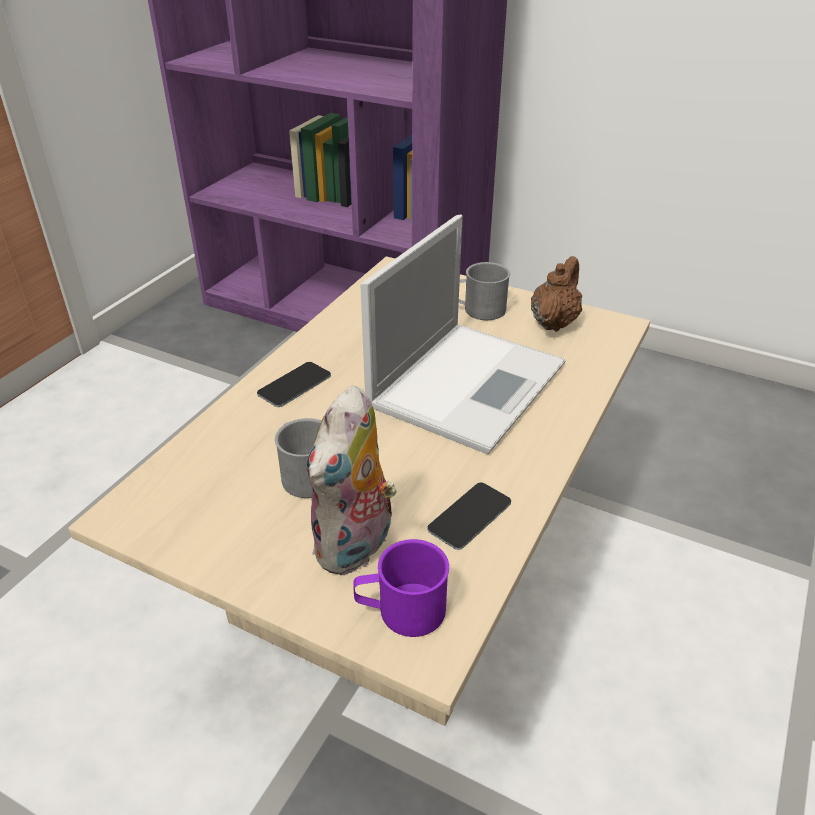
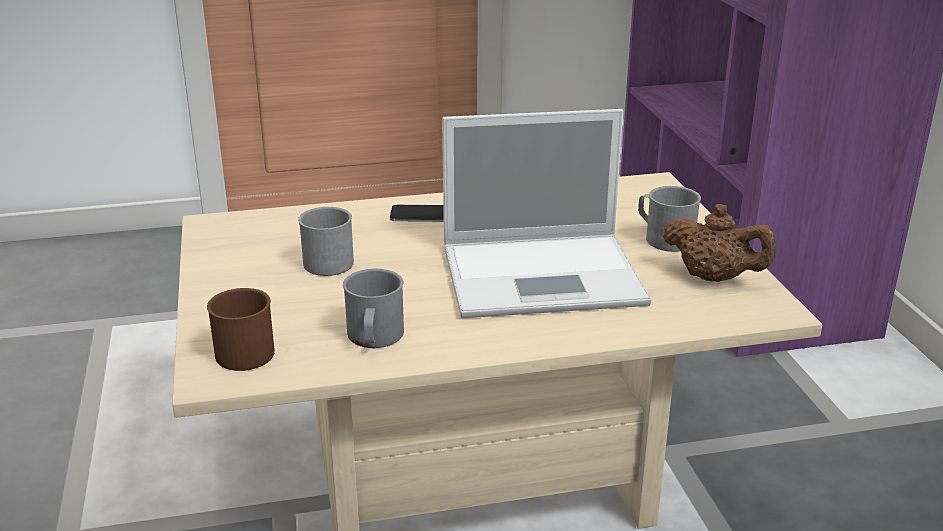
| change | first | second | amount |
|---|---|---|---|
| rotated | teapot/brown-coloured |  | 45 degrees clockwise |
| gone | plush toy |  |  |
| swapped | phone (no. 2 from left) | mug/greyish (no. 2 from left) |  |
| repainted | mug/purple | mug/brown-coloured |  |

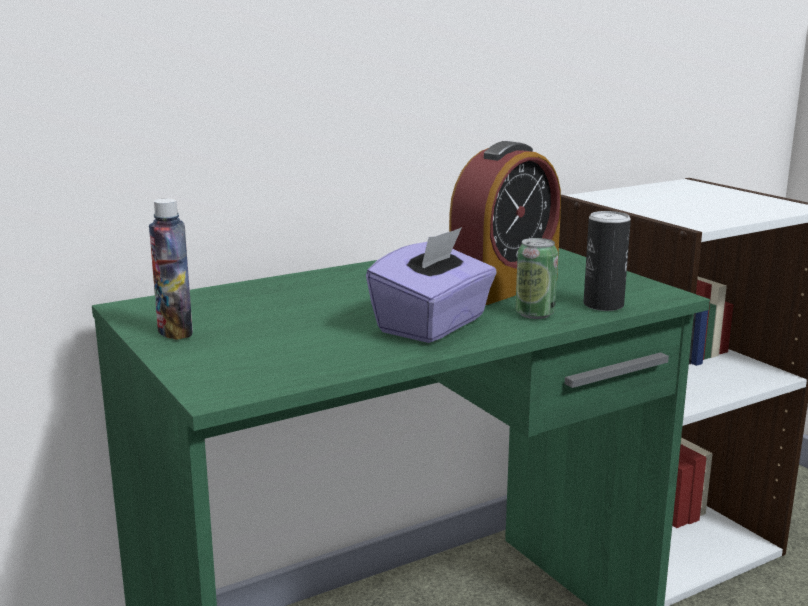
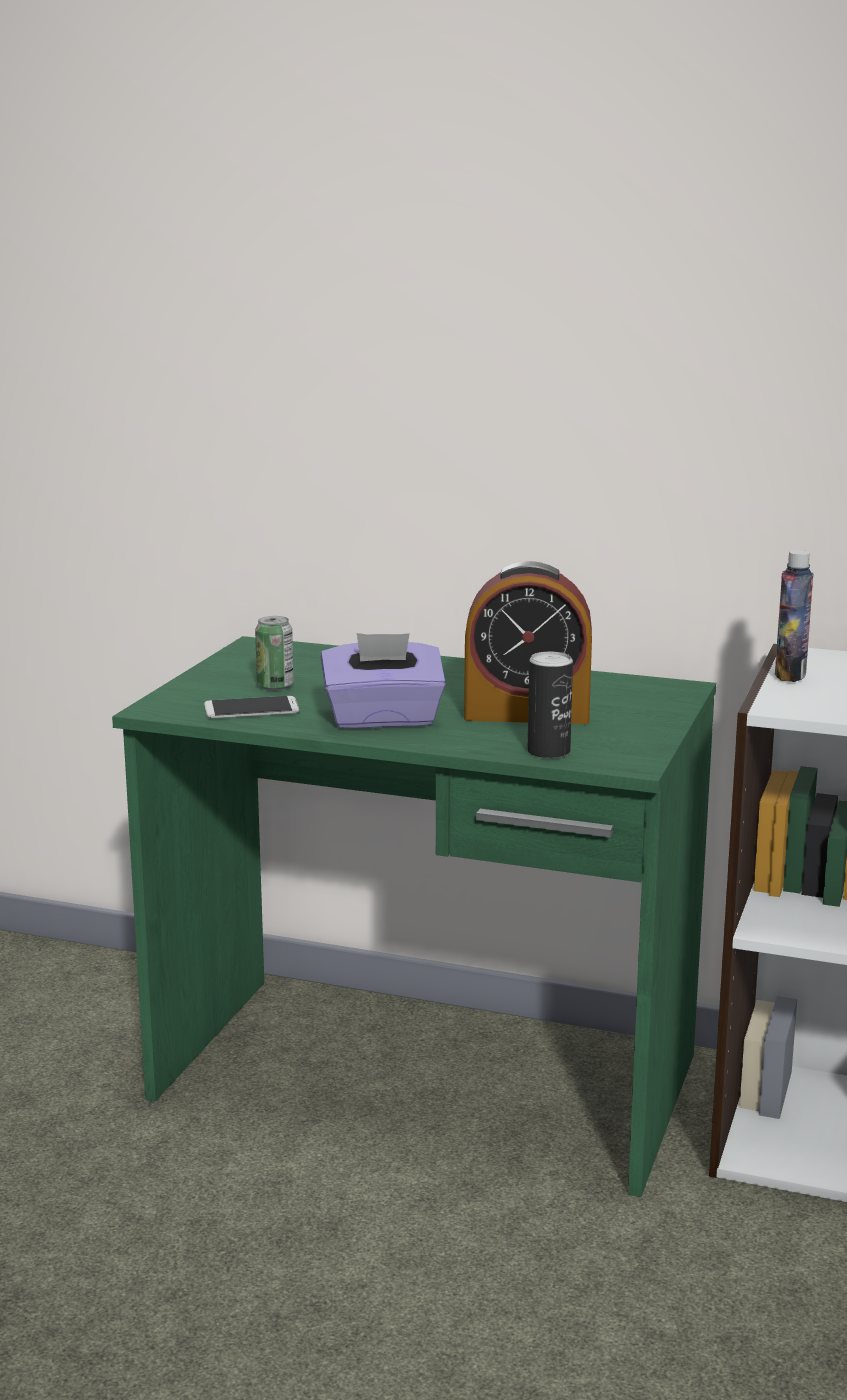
| change | first | second | amount |
|---|---|---|---|
| shifted | beverage bottle |  |  |
| shifted | sealed can (no. 1 from left) |  |  |
| new |  | phone |  |

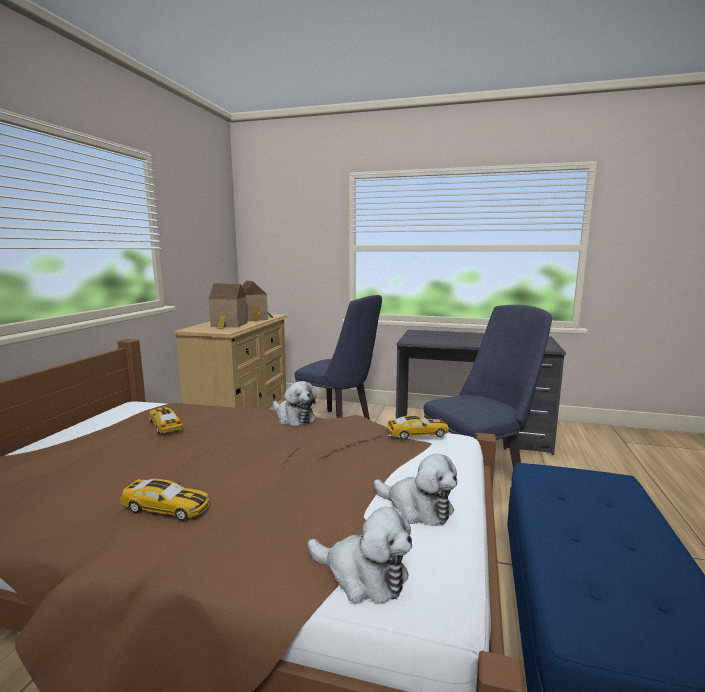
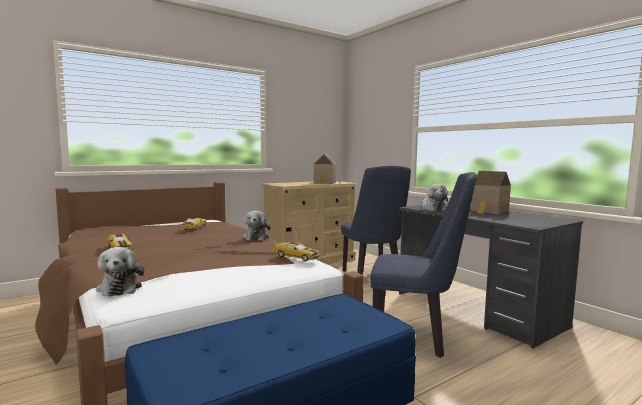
| change | first | second | amount |
|---|---|---|---|
| shifted | model house (no. 1 from left in the first image) | model house (no. 2 from left) |  |
| shifted | plush toy (no. 3 from left) |  |  |

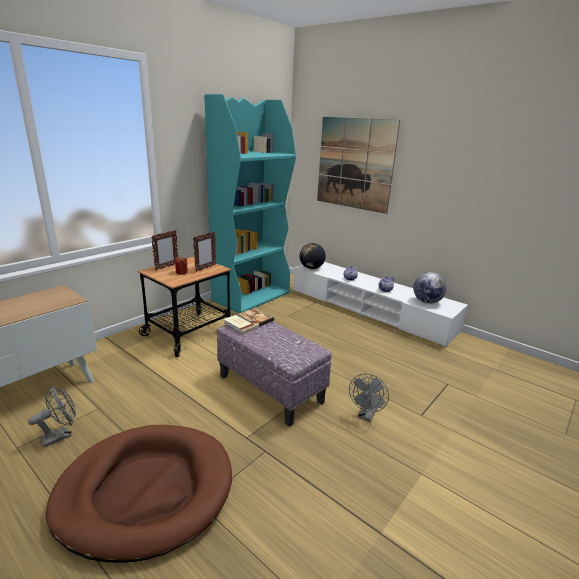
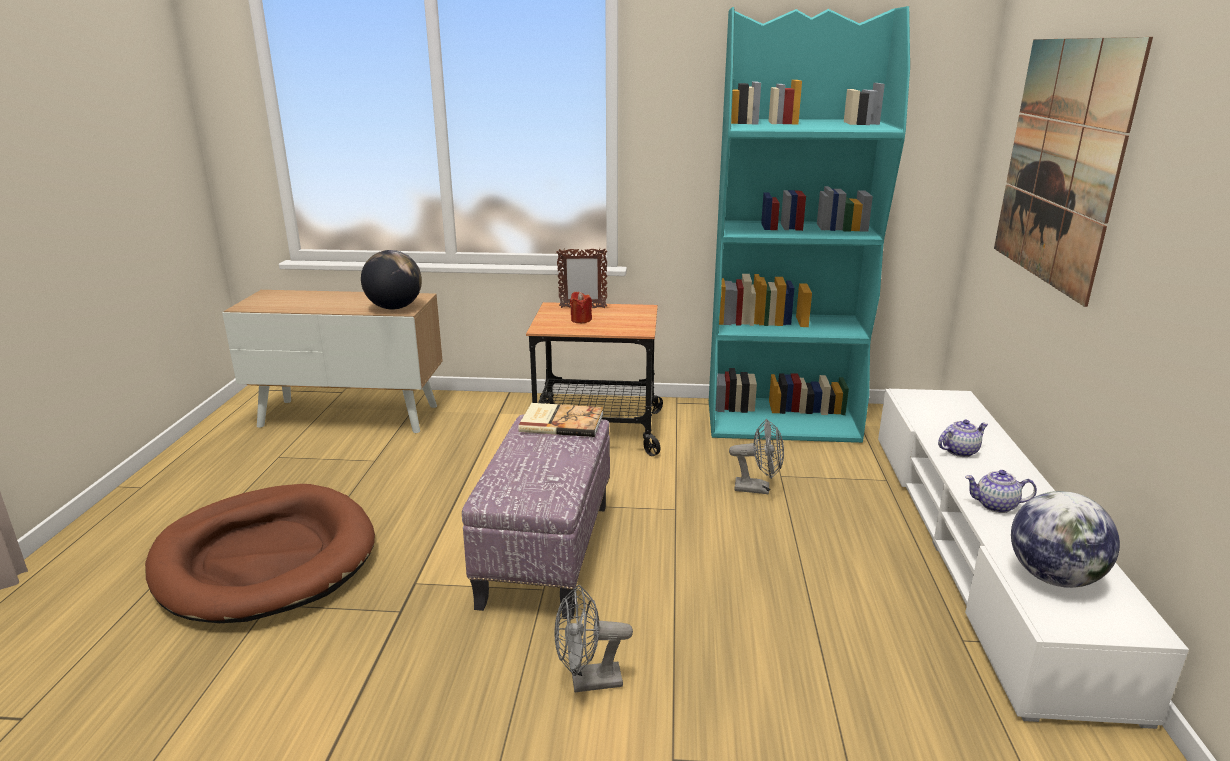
| change | first | second | amount |
|---|---|---|---|
| gone | picture frame (no. 2 from left) |  |  |
| shifted | world globe (no. 1 from left) |  |  |
| shifted | electric fan/greyish (no. 1 from left in the first image) | electric fan/greyish (no. 2 from left) |  |

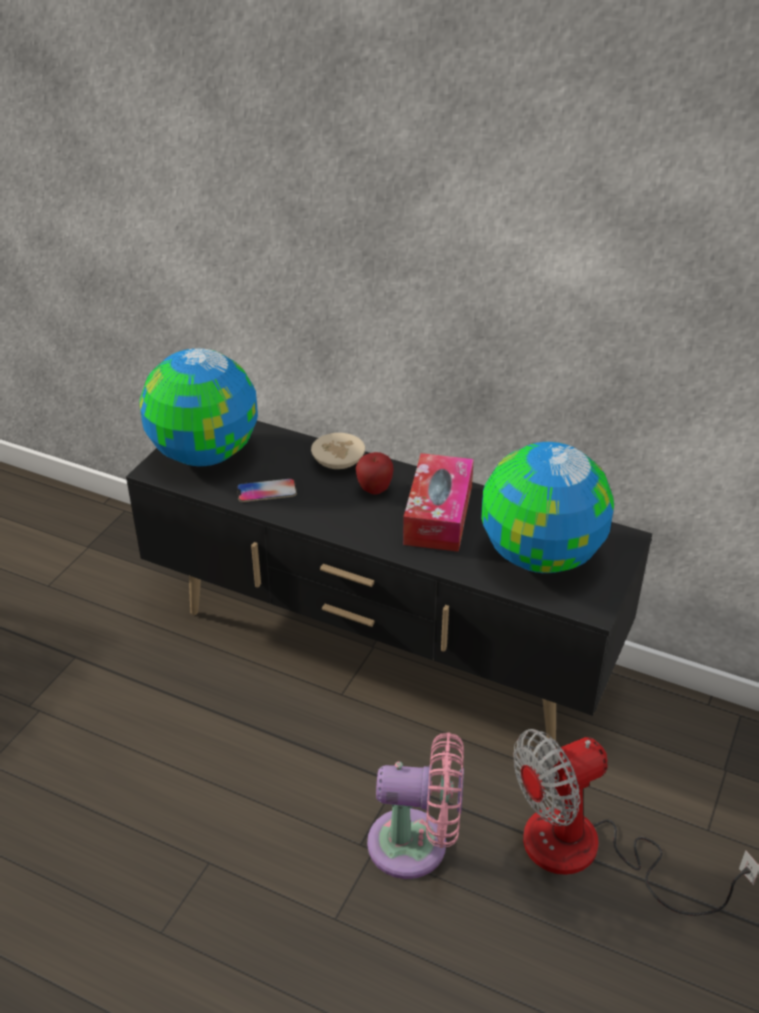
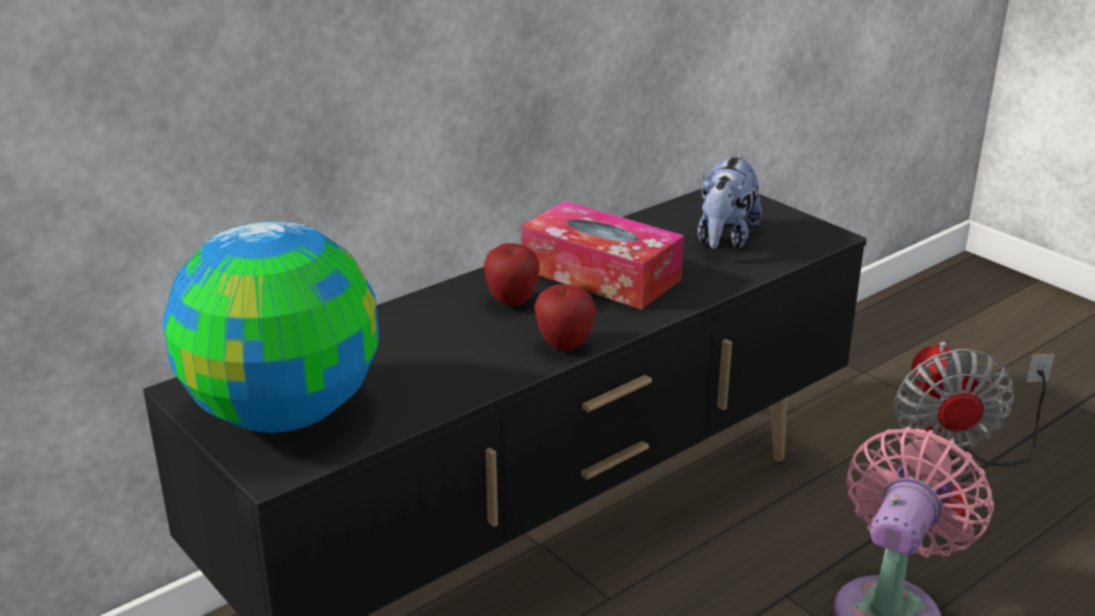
| change | first | second | amount |
|---|---|---|---|
| gone | serving bowl/sand-coloured |  |  |
| swapped | world globe (no. 2 from left) | plush toy |  |
| gone | phone |  |  |
| new |  | apple (no. 2 from left) |  |

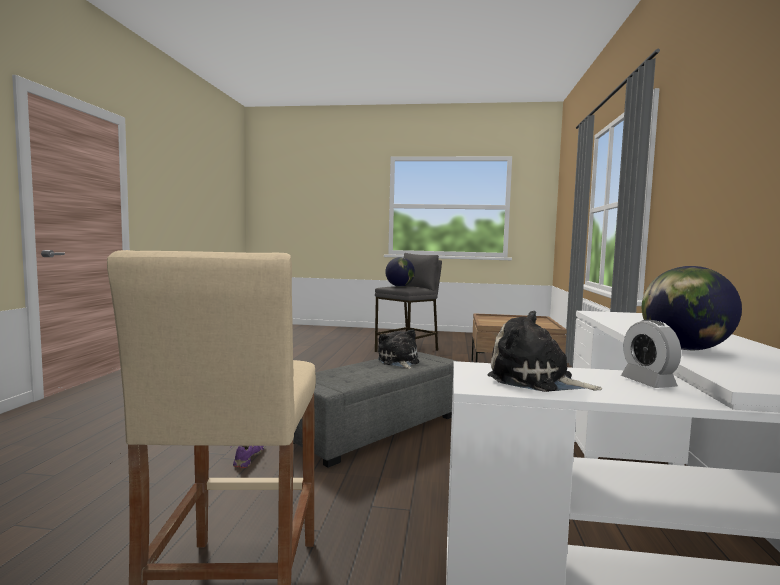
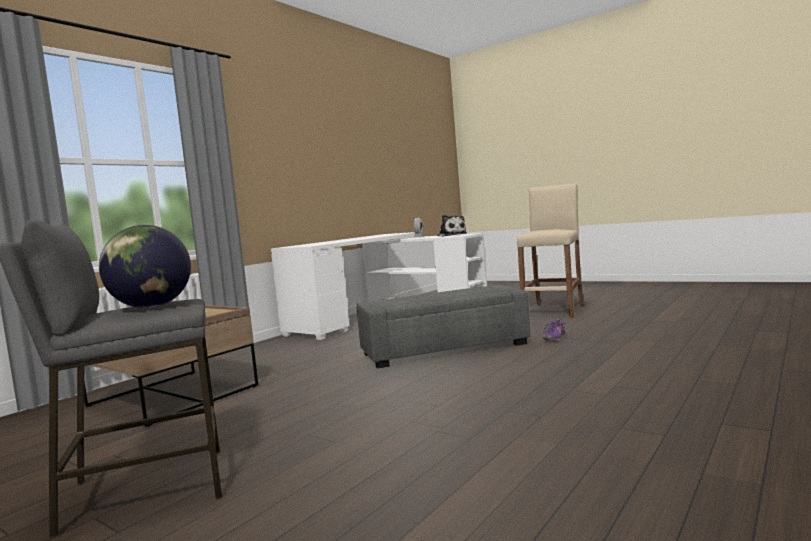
| change | first | second | amount |
|---|---|---|---|
| gone | world globe (no. 2 from left) |  |  |
| gone | plush toy (no. 1 from left) |  |  |

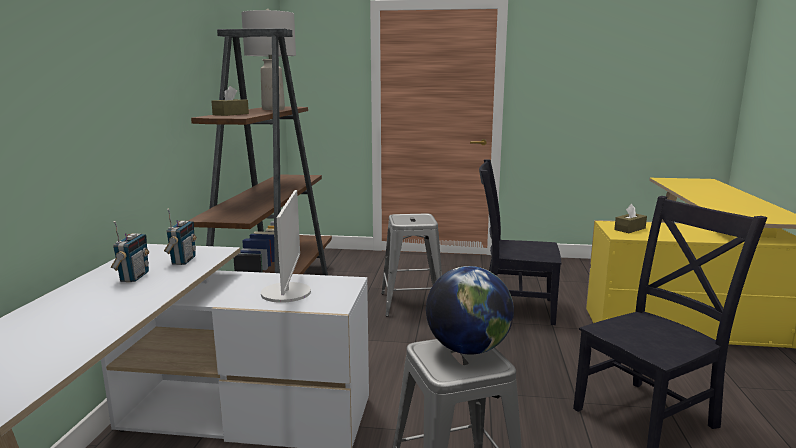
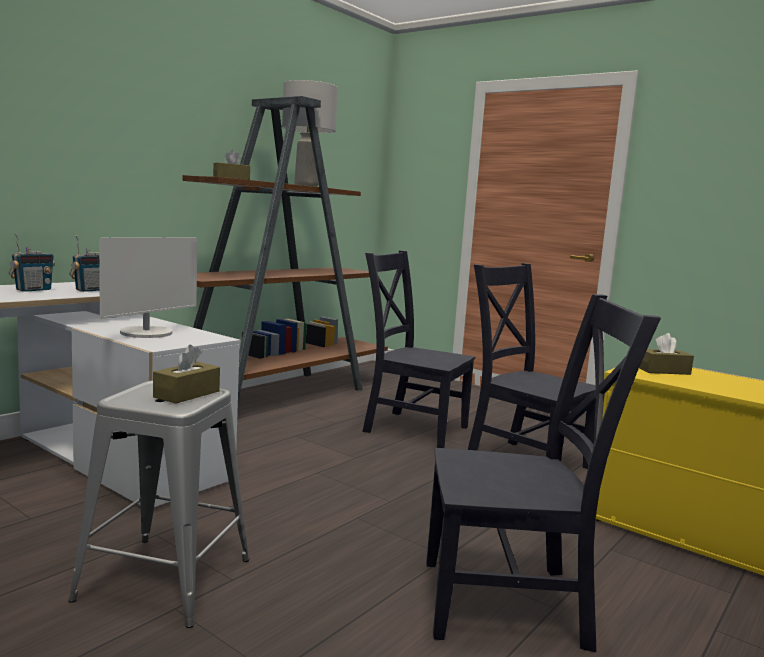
| change | first | second | amount |
|---|---|---|---|
| swapped | sitting stool/greyish (no. 1 from left) | chair/black (no. 1 from left) |  |
| swapped | world globe | tissue holder/brown-coloured (no. 1 from left) |  |

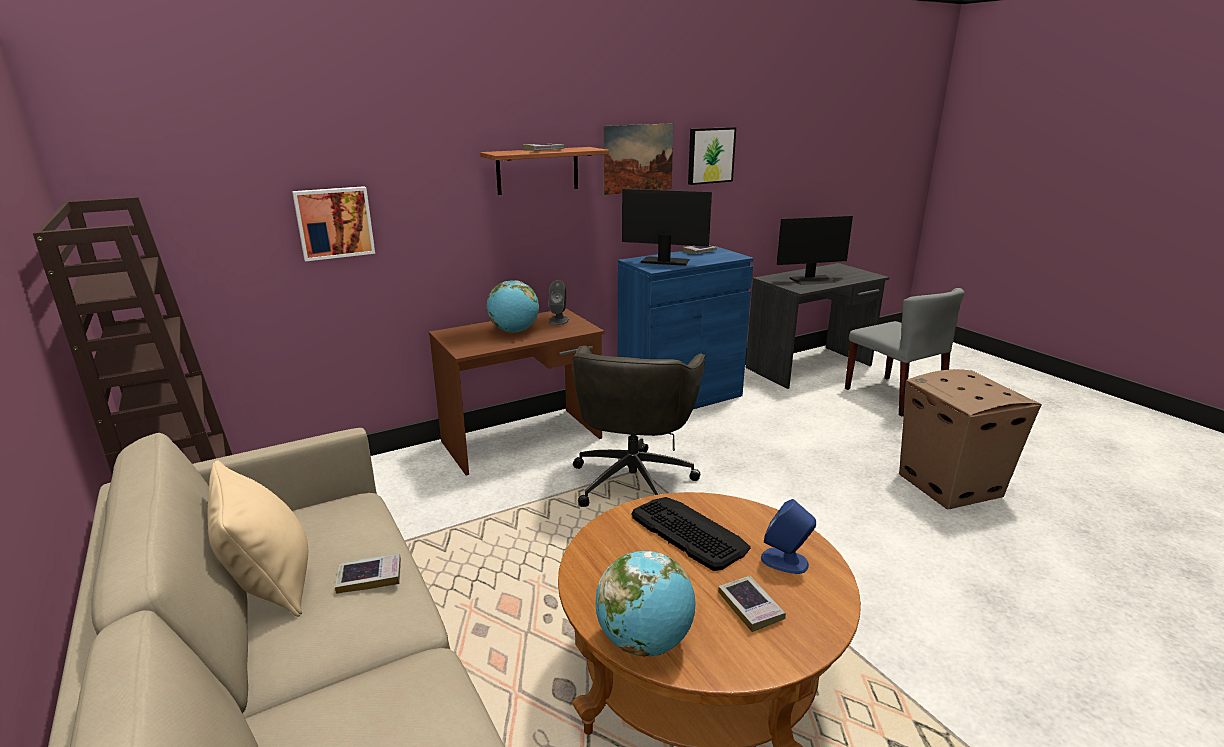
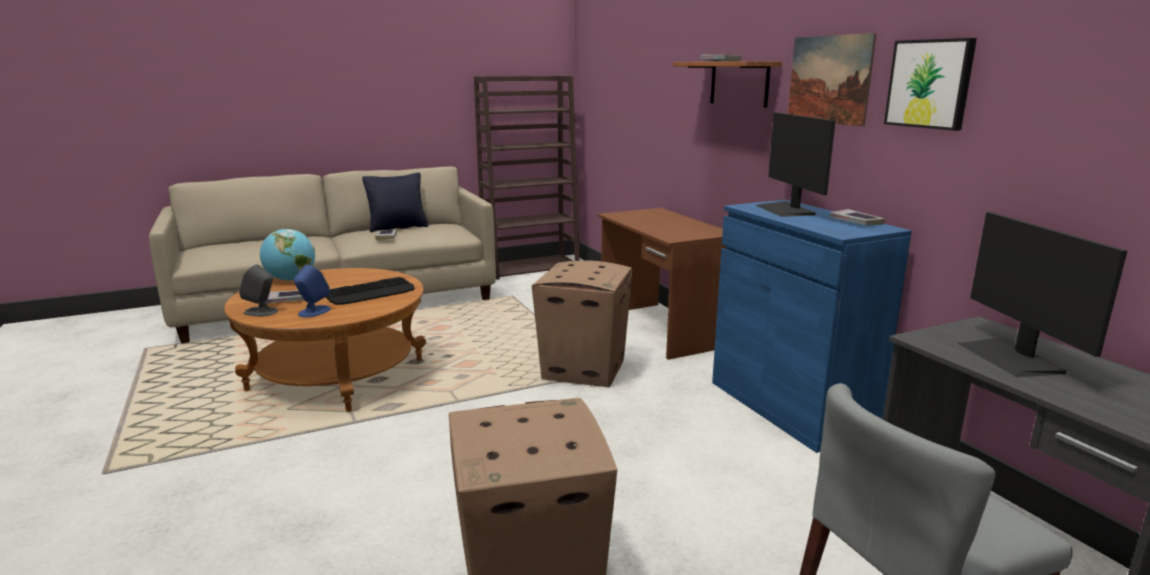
| change | first | second | amount |
|---|---|---|---|
| gone | wall art (no. 1 from left) |  |  |
| rotated | computer screen (no. 1 from left) |  | 150 degrees clockwise |
| gone | world globe (no. 1 from left) |  |  |
| shifted | speaker/greyish |  |  |
| swapped | desk chair/greyish | cardboard box (no. 2 from left) |  |
| repainted | throw pillow/sand-coloured | throw pillow/black |  |

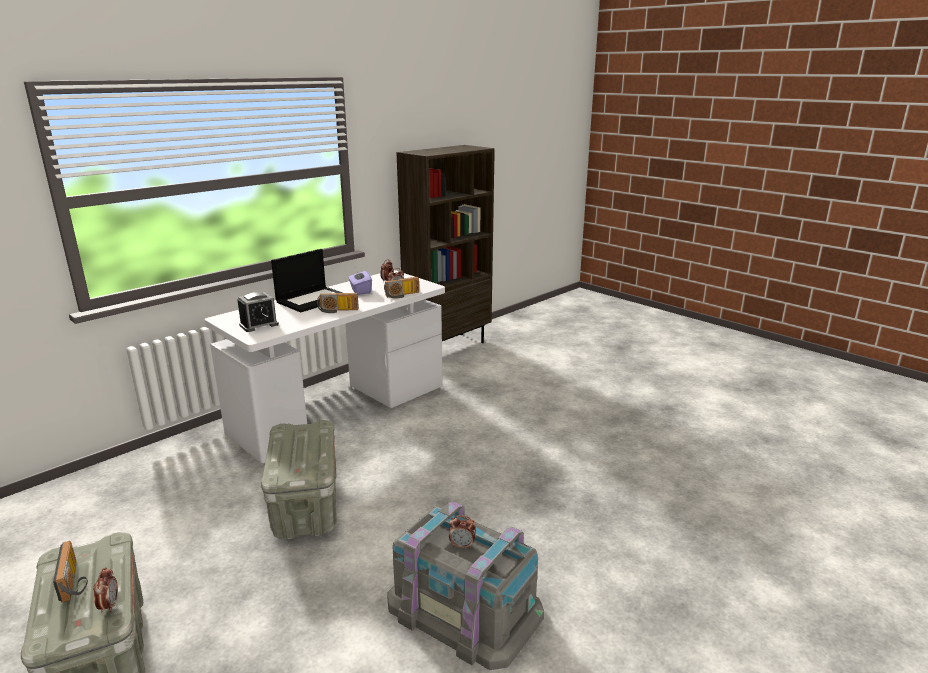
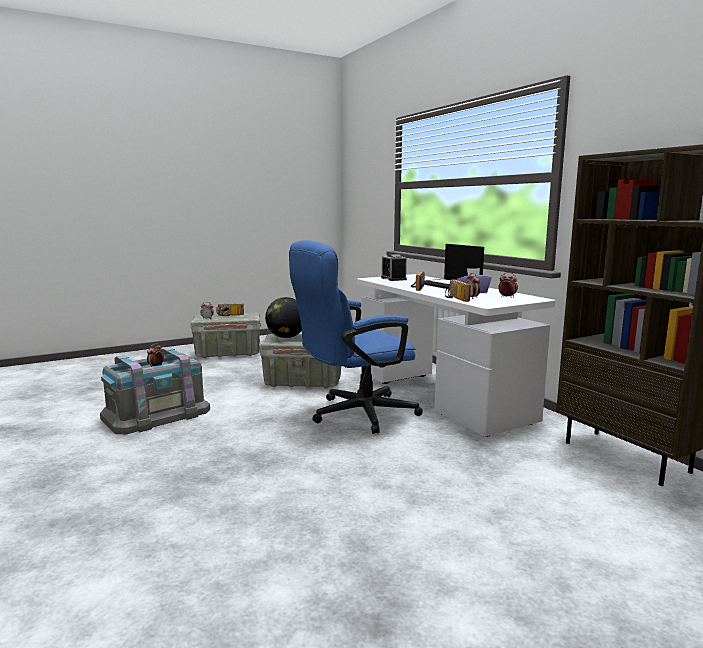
| change | first | second | amount |
|---|---|---|---|
| new |  | desk chair/bluish |  |
| new |  | world globe |  |

